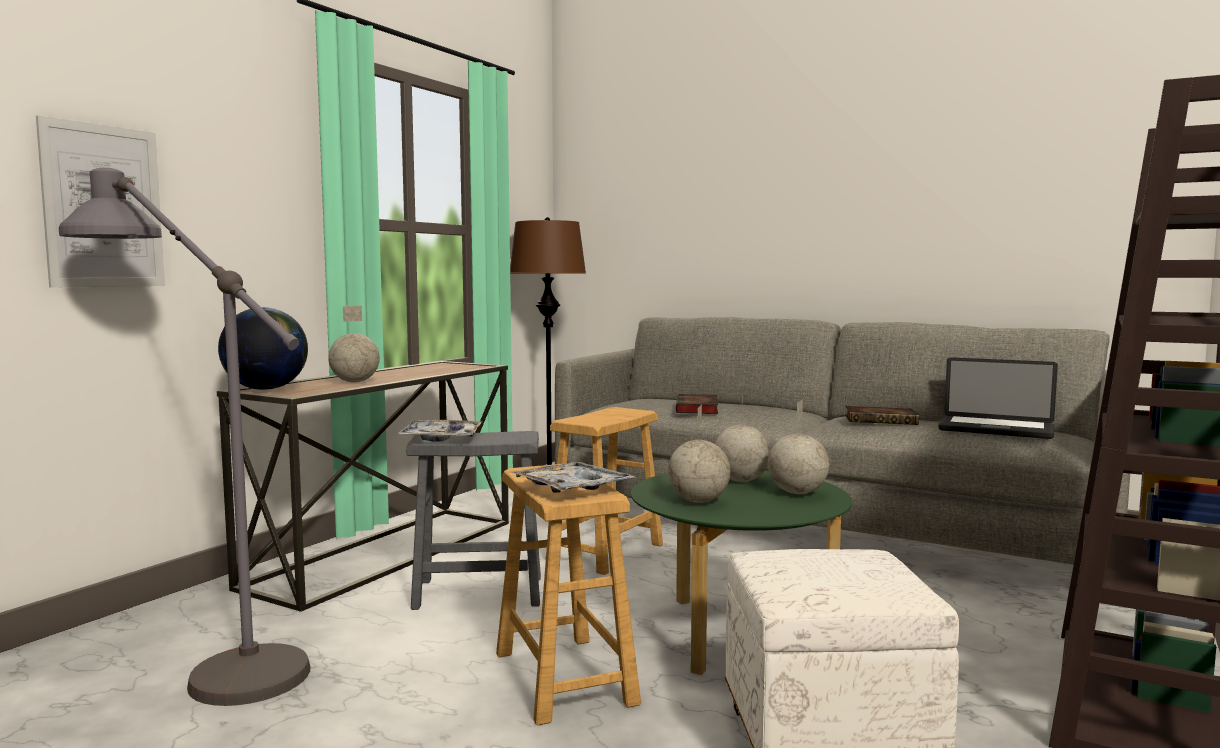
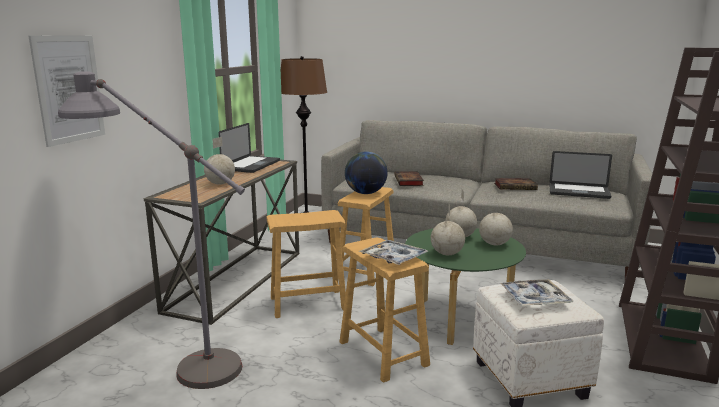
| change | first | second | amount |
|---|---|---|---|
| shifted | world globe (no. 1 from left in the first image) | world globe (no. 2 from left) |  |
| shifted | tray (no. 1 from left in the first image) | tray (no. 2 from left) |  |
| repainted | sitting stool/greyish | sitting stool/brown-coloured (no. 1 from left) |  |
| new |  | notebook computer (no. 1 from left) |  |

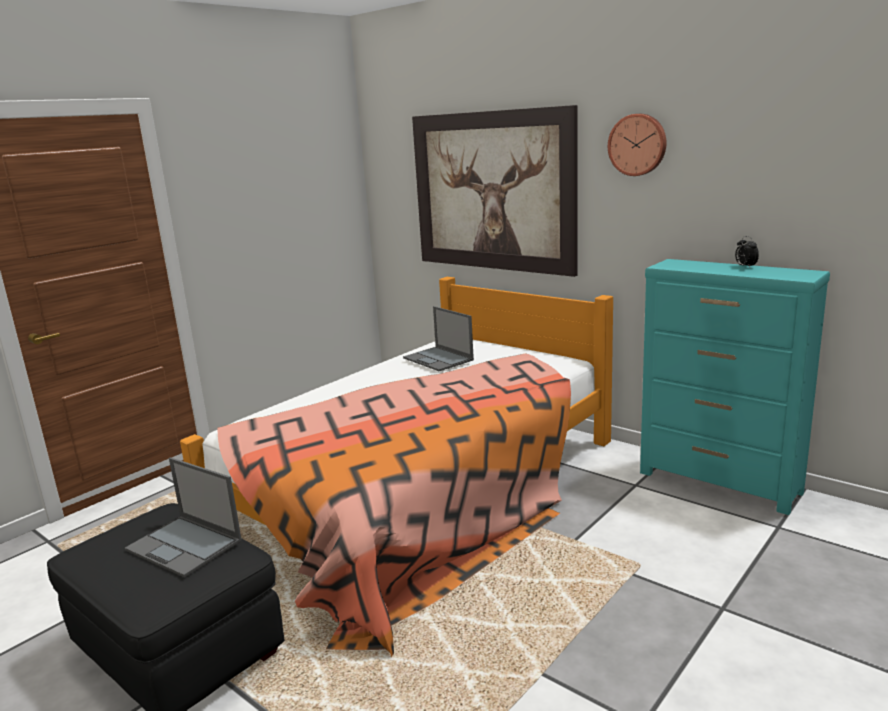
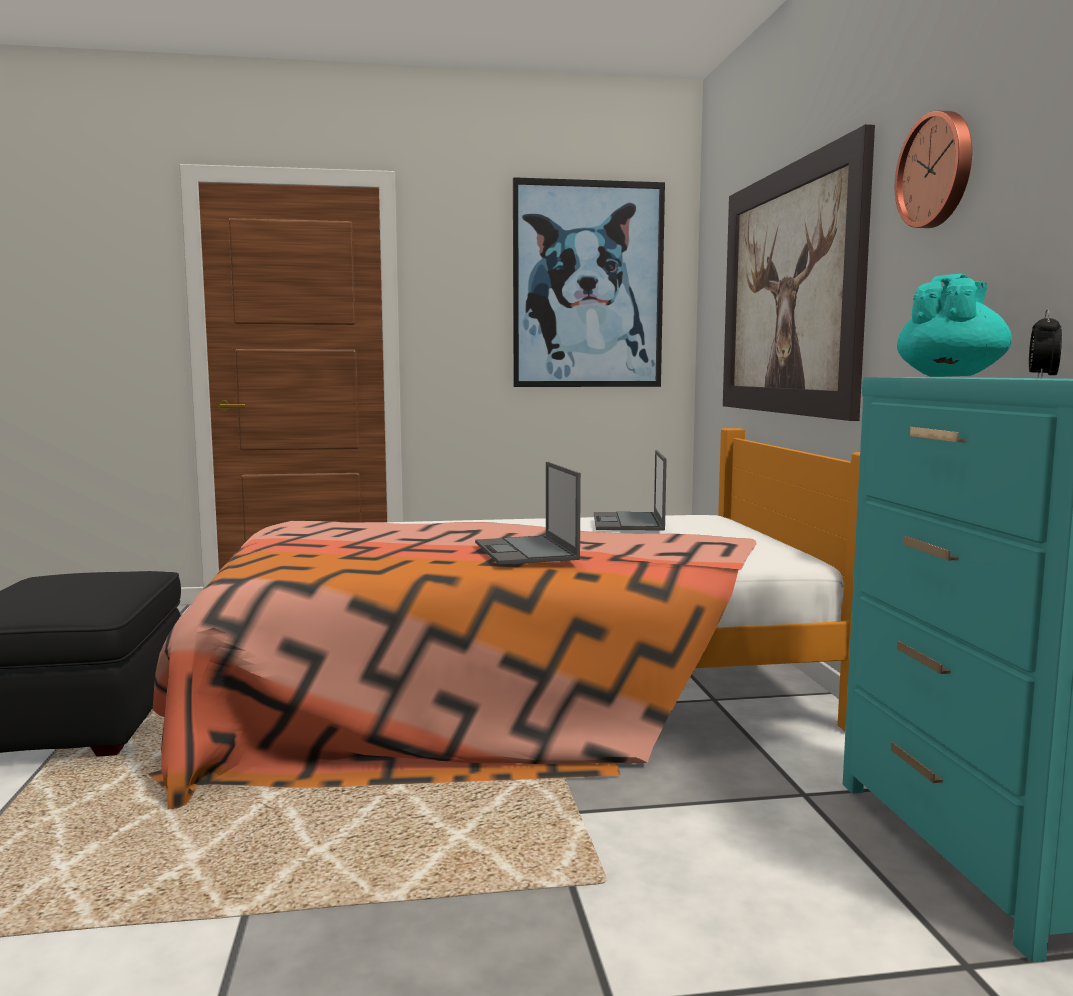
| change | first | second | amount |
|---|---|---|---|
| shifted | notebook computer (no. 1 from left) |  |  |
| new |  | wall art (no. 1 from left) |  |
| new |  | teapot/turquoise-coloured |  |

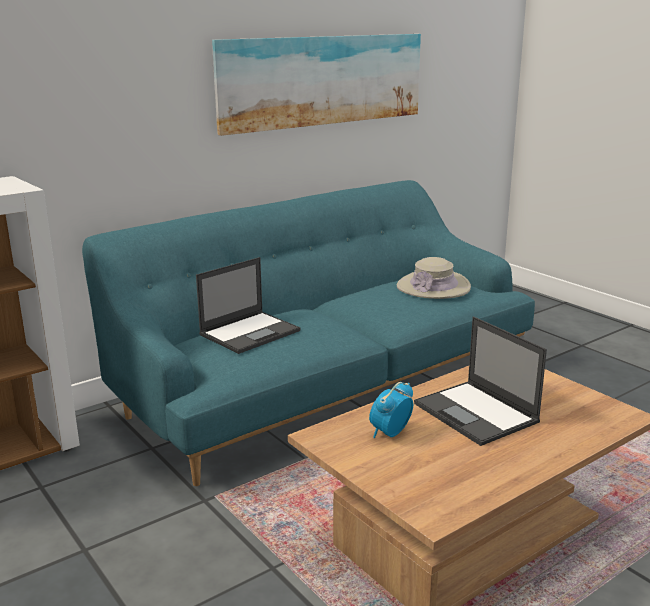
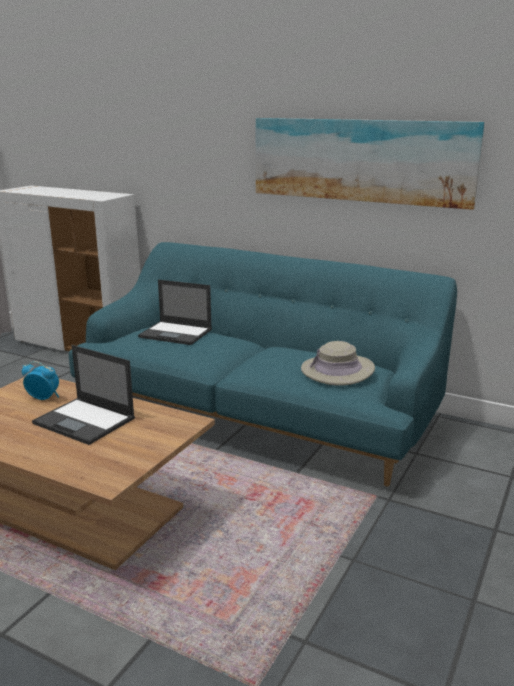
| change | first | second | amount |
|---|---|---|---|
| rotated | notebook computer (no. 2 from left in the first image) | notebook computer (no. 1 from left) | 90 degrees counterclockwise |

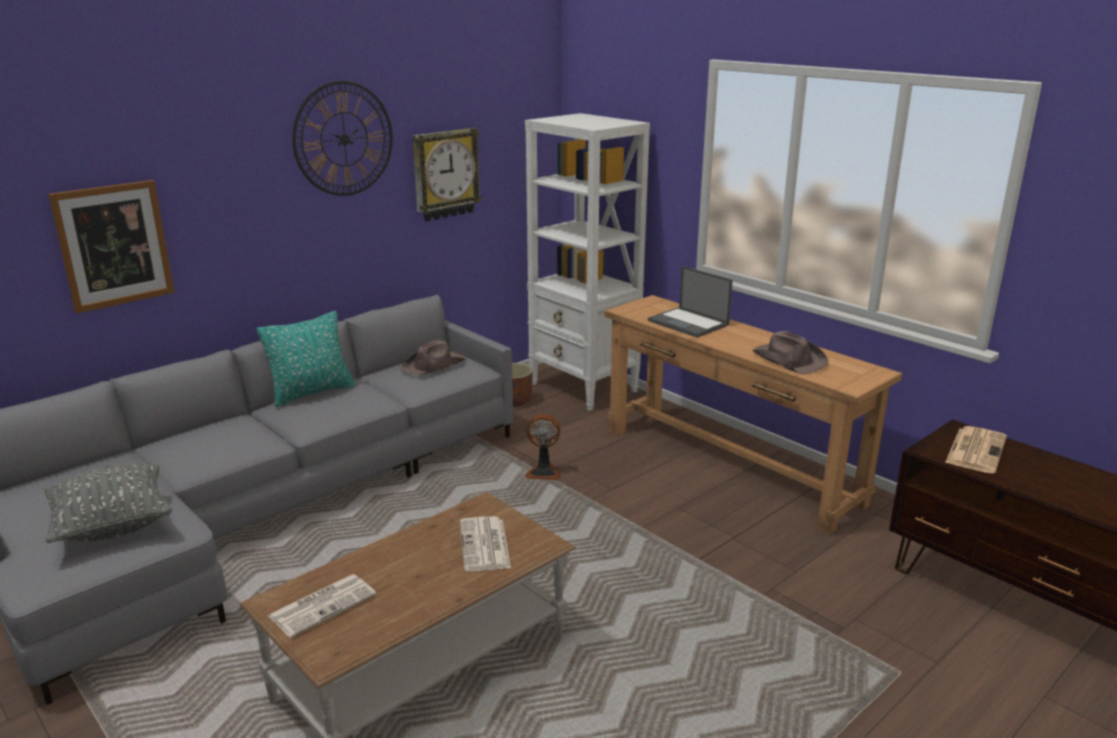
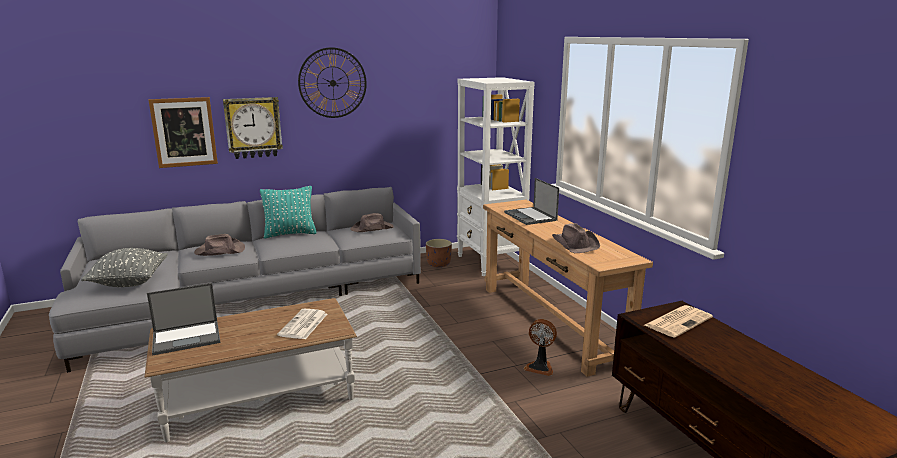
| change | first | second | amount |
|---|---|---|---|
| shifted | hanging clock (no. 2 from left in the first image) | hanging clock (no. 1 from left) |  |
| shifted | electric fan |  |  |
| swapped | printed paper (no. 1 from left) | notebook computer (no. 1 from left) |  |
| new |  | hat/brown-coloured (no. 1 from left) |  |

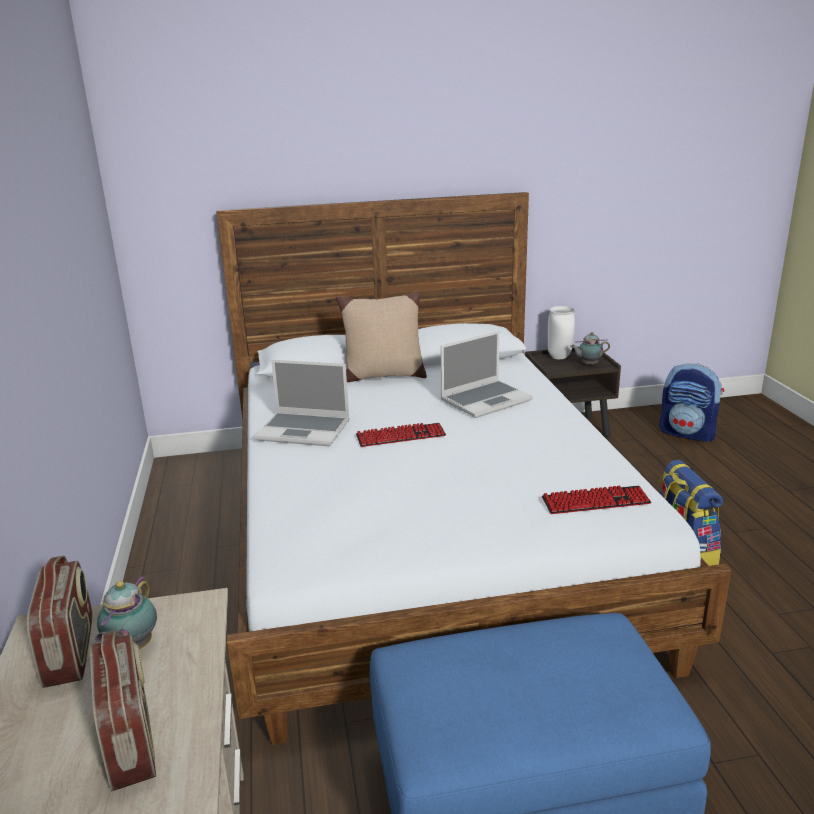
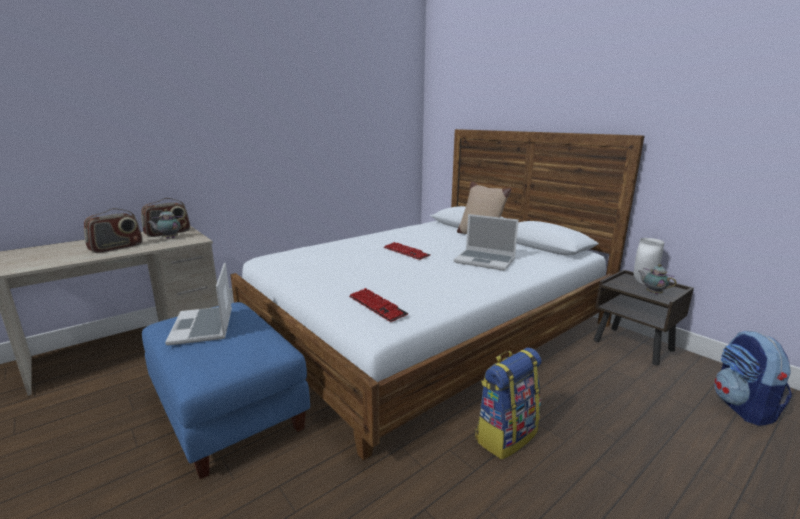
| change | first | second | amount |
|---|---|---|---|
| shifted | notebook computer (no. 1 from left) |  |  |

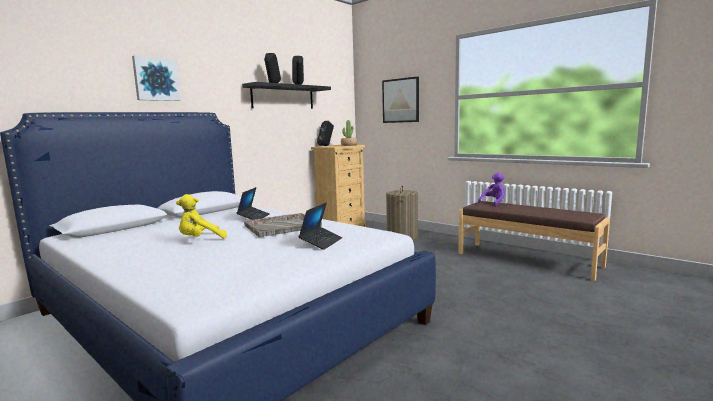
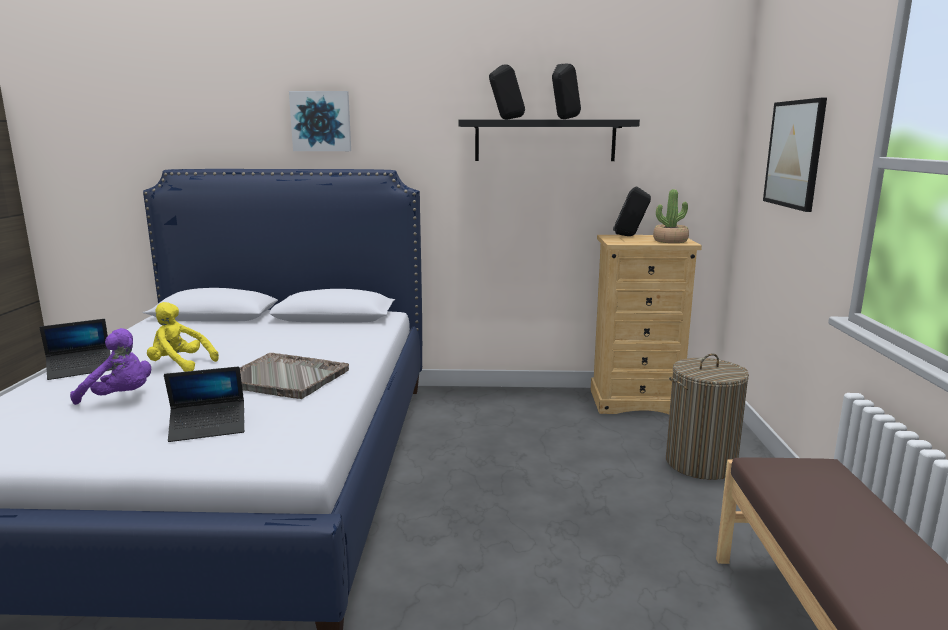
| change | first | second | amount |
|---|---|---|---|
| shifted | plush toy/purple |  |  |
| shifted | notebook computer (no. 1 from left) |  |  |

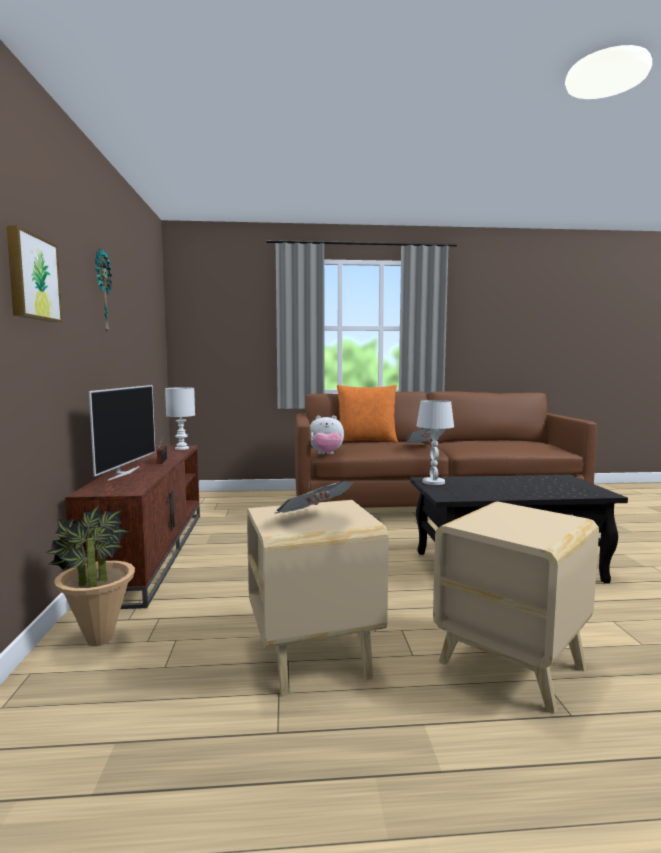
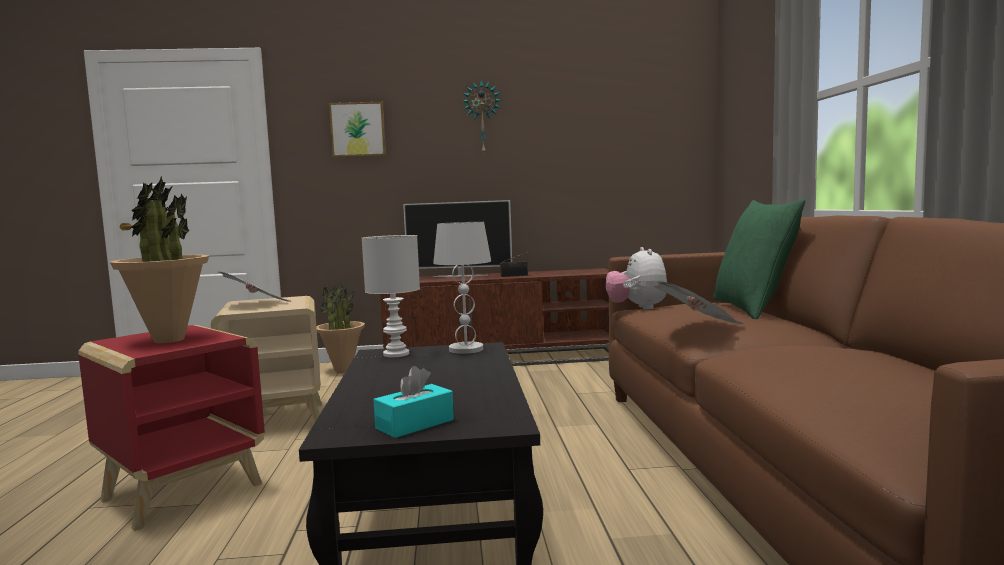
| change | first | second | amount |
|---|---|---|---|
| repainted | throw pillow/orangey | throw pillow/greenish |  |
| shifted | lamp for a table/white (no. 1 from left) |  |  |
| repainted | side table/sand-coloured (no. 2 from left) | side table/red-coloured |  |
| new |  | houseplant (no. 1 from left) |  |
| new |  | tissue holder/turquoise-coloured |  |

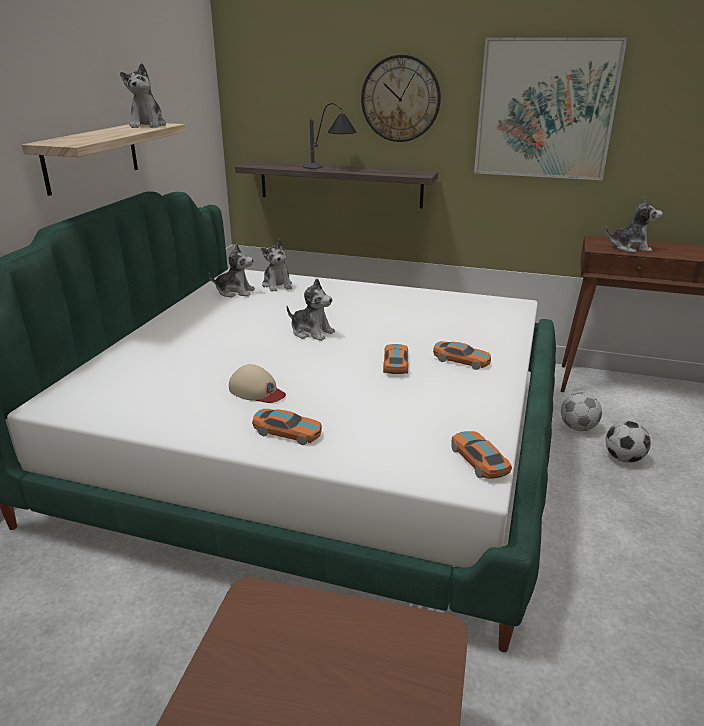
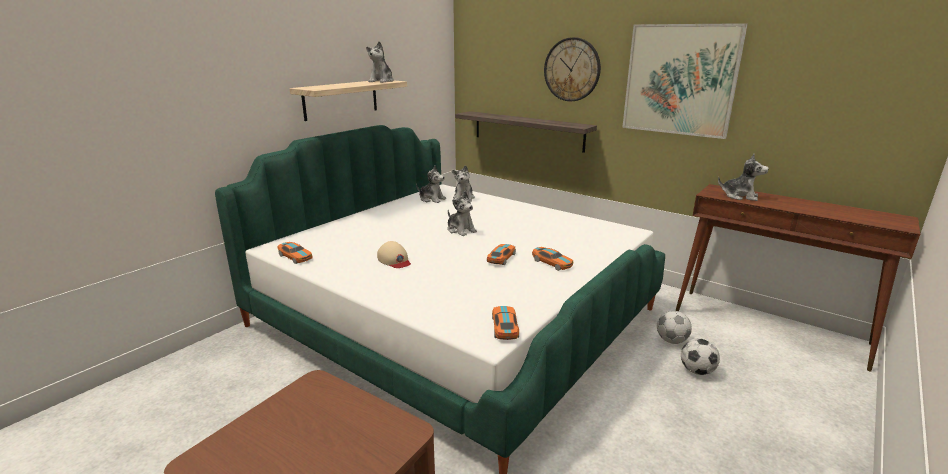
| change | first | second | amount |
|---|---|---|---|
| gone | lamp for a table |  |  |
| shifted | miniature car (no. 1 from left) |  |  |

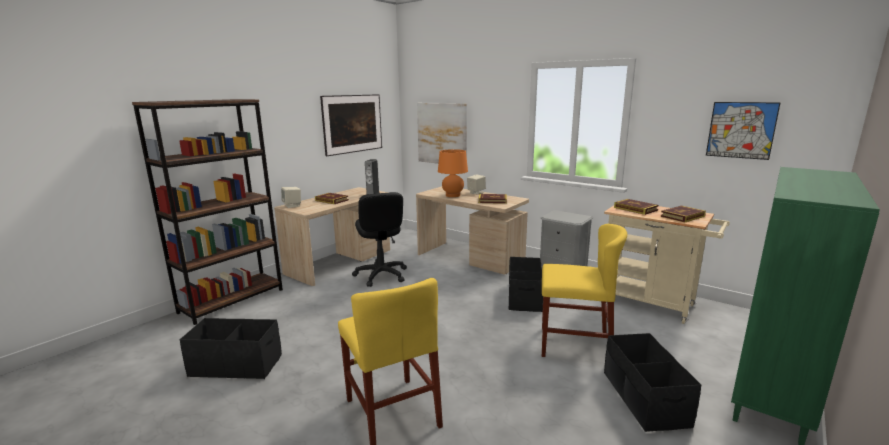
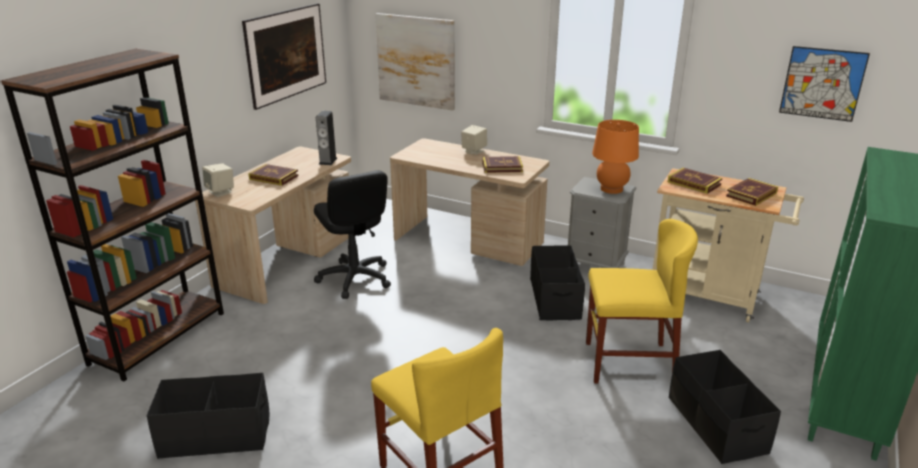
| change | first | second | amount |
|---|---|---|---|
| shifted | lamp for a table/orangey |  |  |

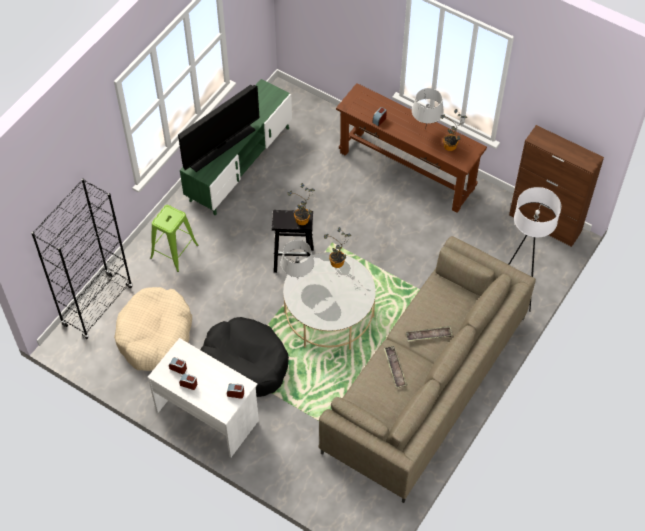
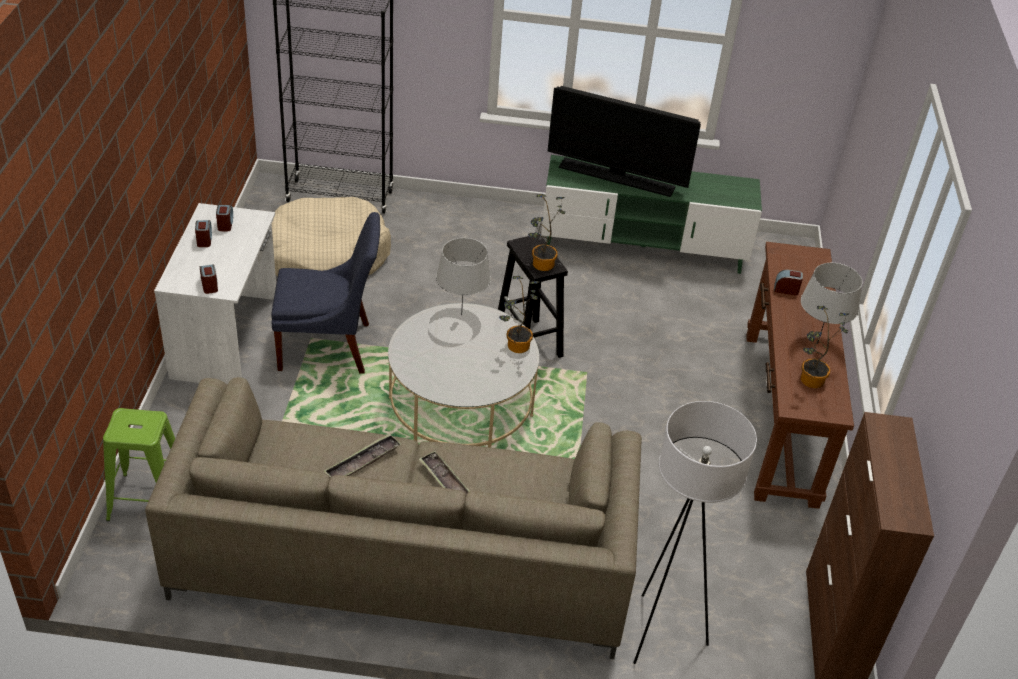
| change | first | second | amount |
|---|---|---|---|
| shifted | sitting stool/greenish |  |  |
| swapped | pet bed/black | chair/bluish |  |

